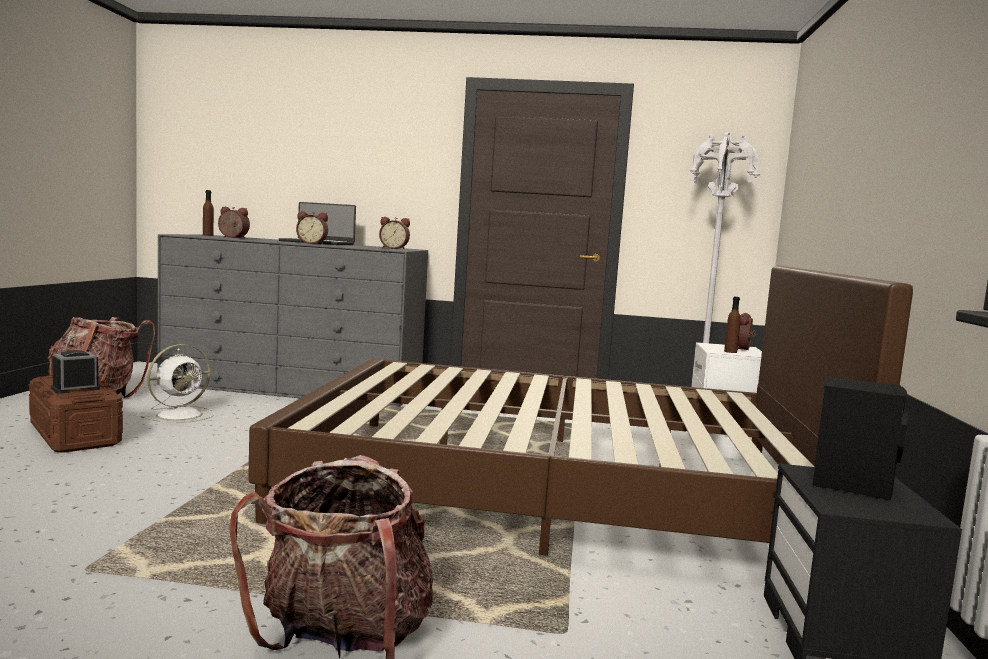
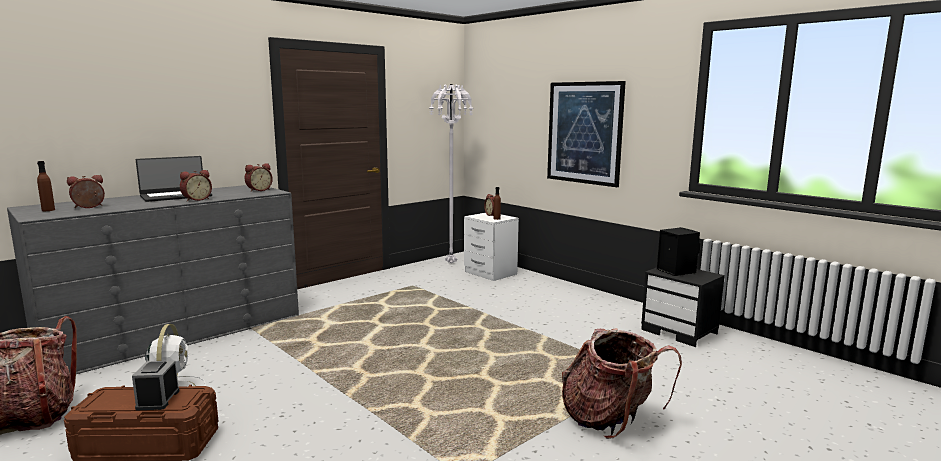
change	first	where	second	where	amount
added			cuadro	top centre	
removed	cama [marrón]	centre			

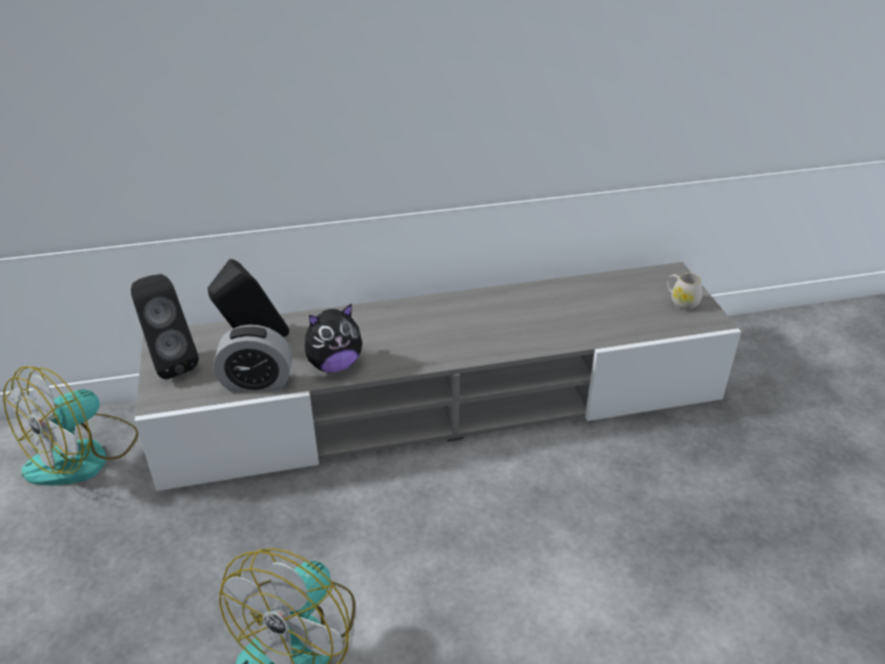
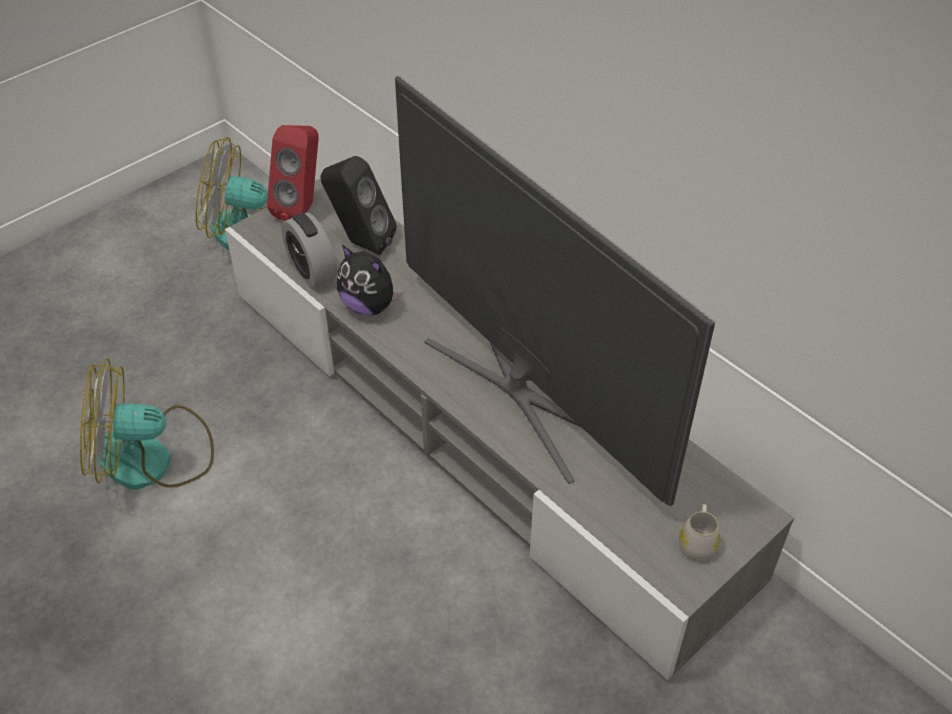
change	first	where	second	where	amount
recoloured	altavoz [negro] (1st from left)	middle left	altavoz [rojo]	top left	
added			televisor	centre	

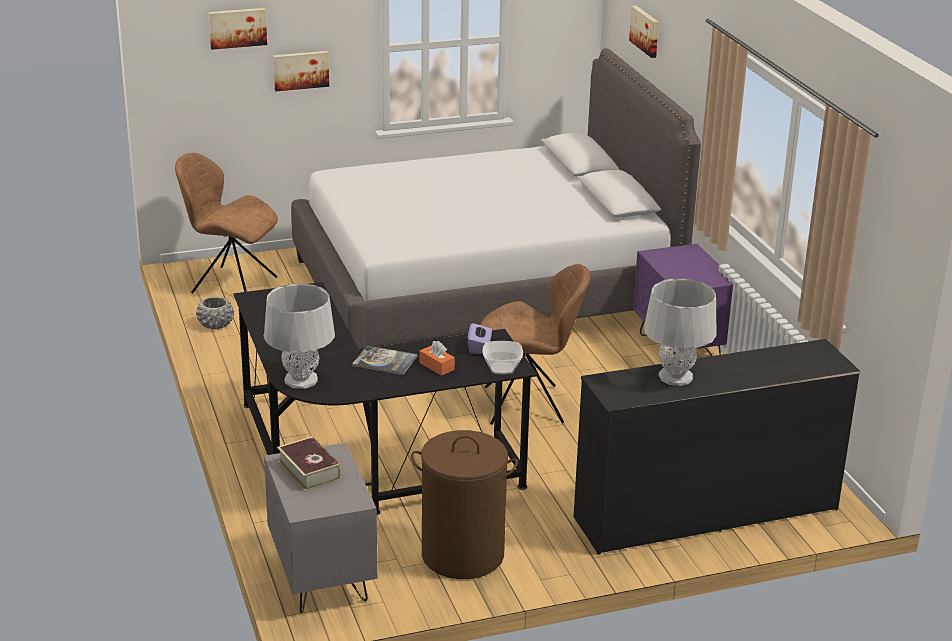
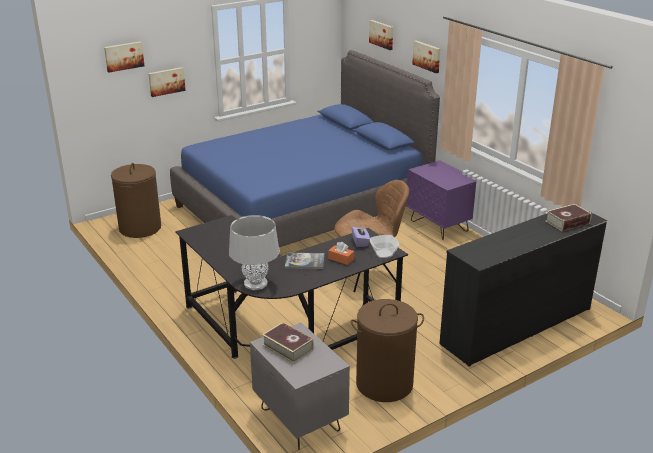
change	first	where	second	where	amount
replaced	silla [marrón] (1st from left)	middle left	cesto de la ropa [marrón] (1st from left)	middle left	
recoloured	cama [blanco]	top centre	cama [azul]	top centre	
added			cuadro (4th from left)	top centre	
added			libro (3rd from left)	middle right	
removed	maceta [gris]	middle left			
removed	lámpara de mesa [gris] (2nd from left)	middle right			

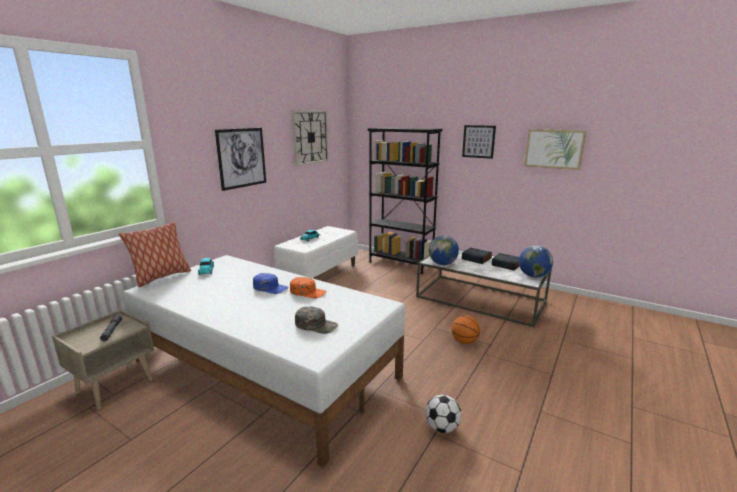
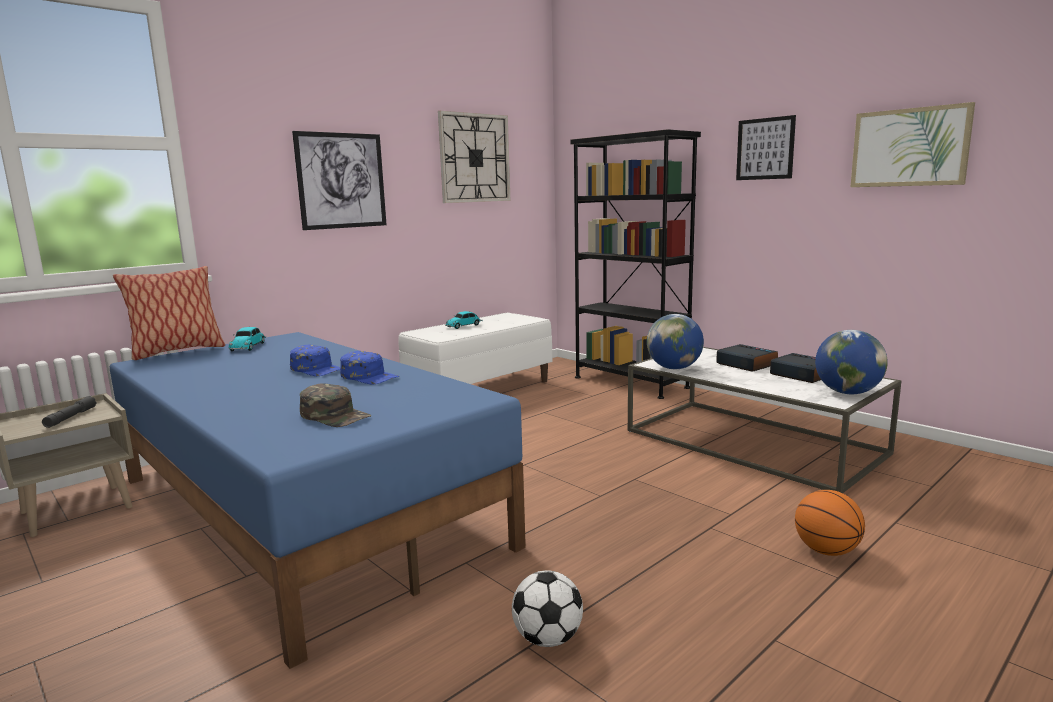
change	first	where	second	where	amount
recoloured	cama [blanco]	bottom centre	cama [azul]	bottom left	
recoloured	gorra [naranja]	centre	gorra [azul] (2nd from left)	centre	
moved	balón de baloncesto	bottom centre		bottom right	

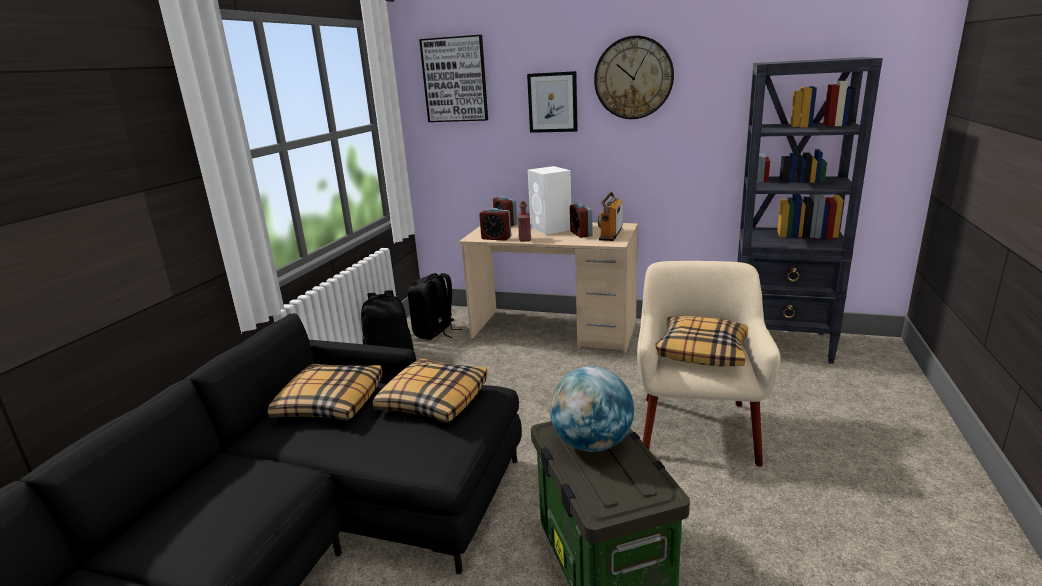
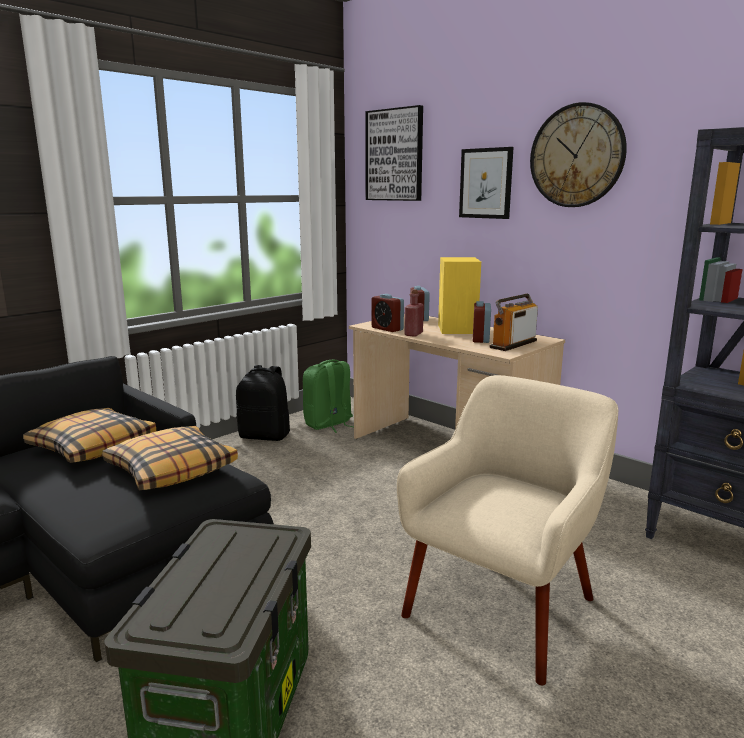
change	first	where	second	where	amount
recoloured	mochila [negro] (2nd from left)	centre	mochila [verde]	centre	
recoloured	altavoz [blanco]	centre	altavoz [amarillo]	centre	
removed	globo terráqueo	bottom centre			
removed	cojín (3rd from left)	middle right			

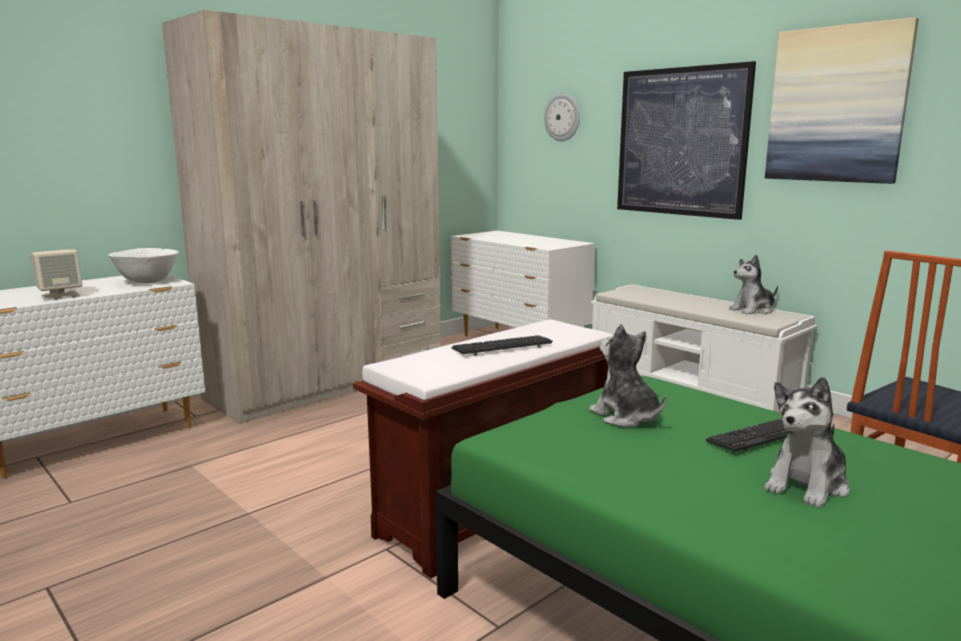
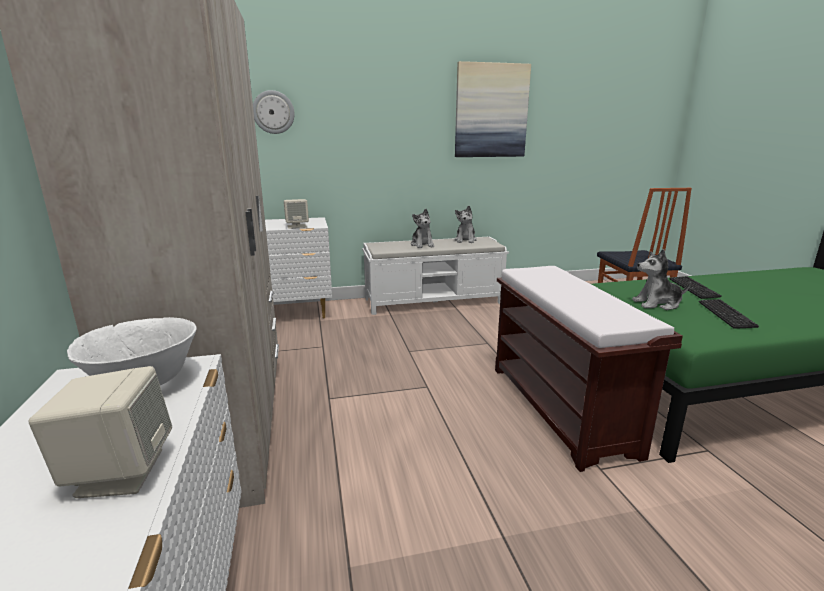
change	first	where	second	where	amount
added			altavoz [beis] (2nd from left)	centre	
moved	peluche (3rd from left in the first image)	bottom right	peluche (1st from left)	centre	
moved	teclado (1st from left in the first image)	centre	teclado (2nd from left)	middle right	
removed	cuadro (1st from left)	top right			

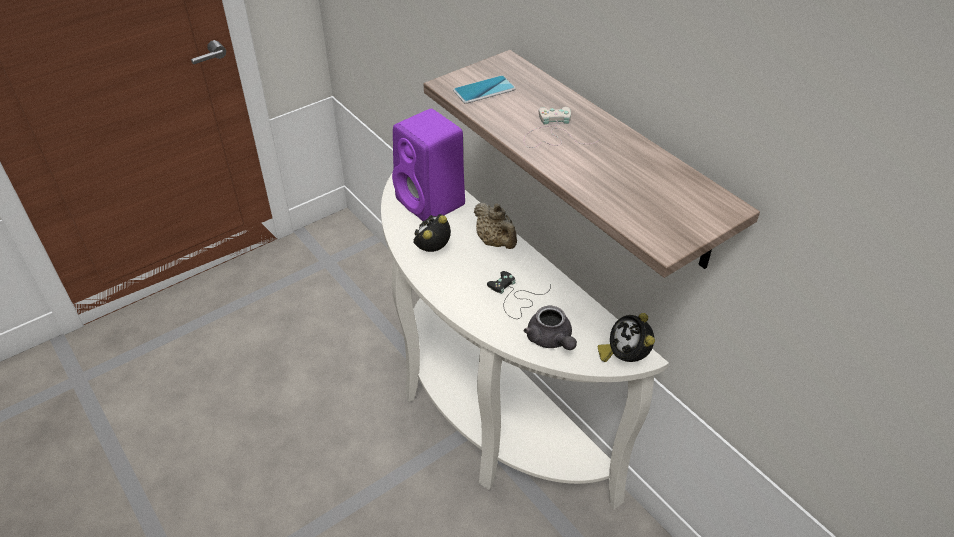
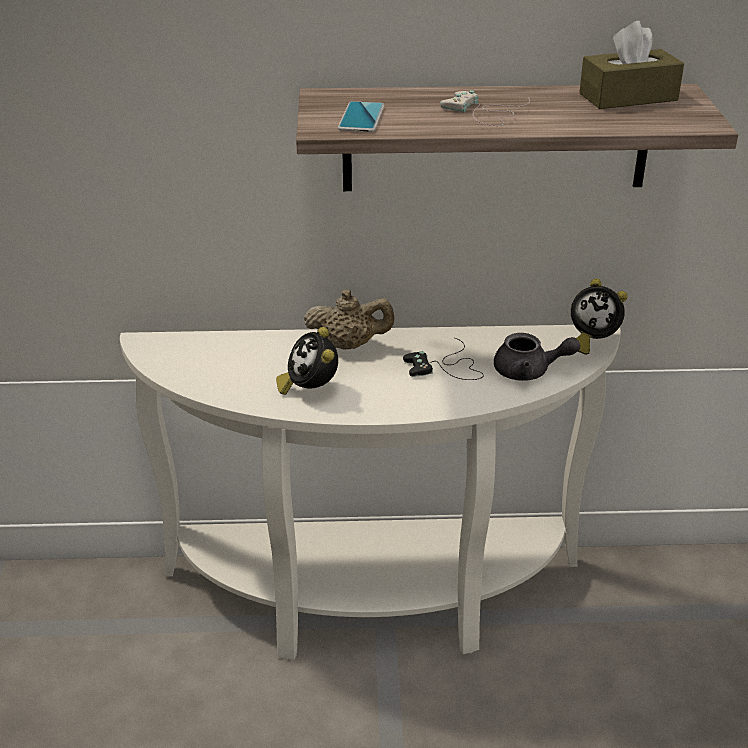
change	first	where	second	where	amount
added			caja de pañuelos [marrón]	top right	
removed	altavoz [morado]	top centre			

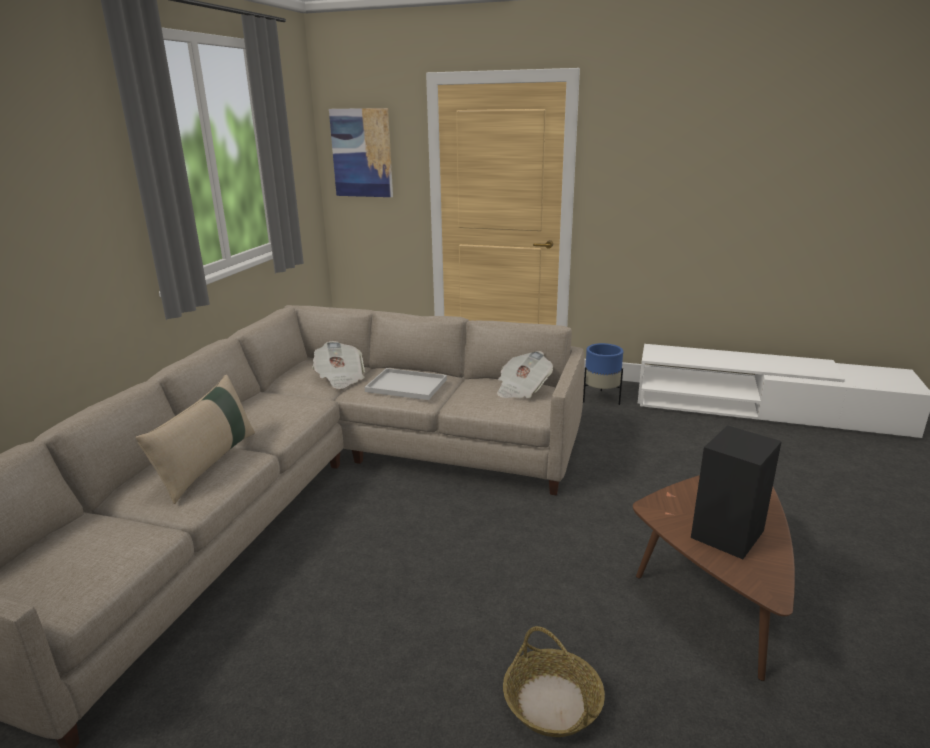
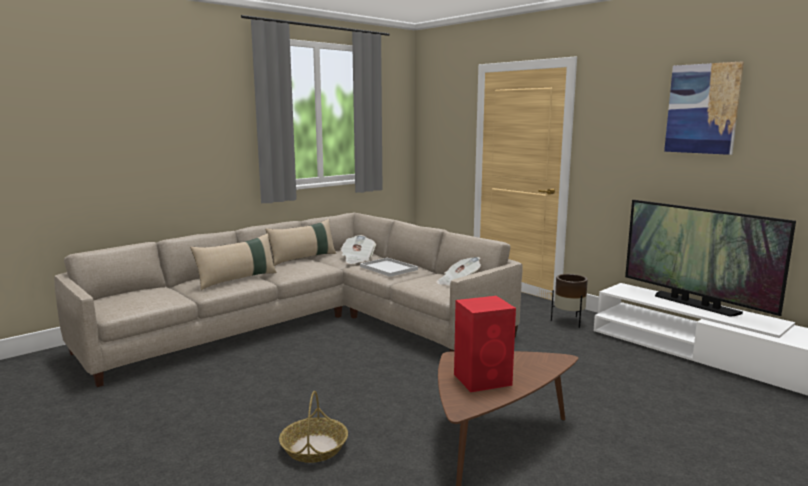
change	first	where	second	where	amount
added			cojín [beis] (2nd from left)	centre	
recoloured	altavoz [negro]	middle right	altavoz [rojo]	bottom centre	
recoloured	maceta [azul]	centre	maceta [marrón]	middle right	
added			televisor	middle right	
moved	cuadro	top centre		top right	

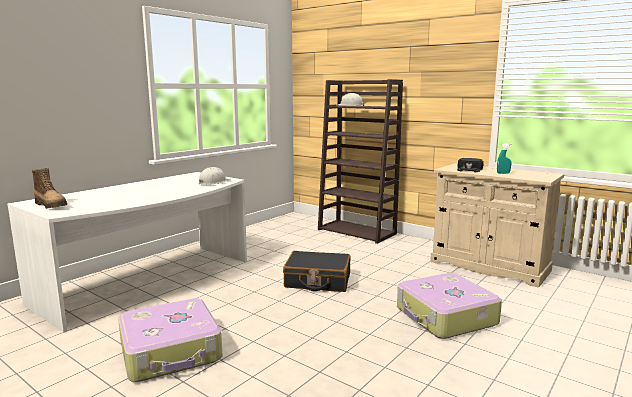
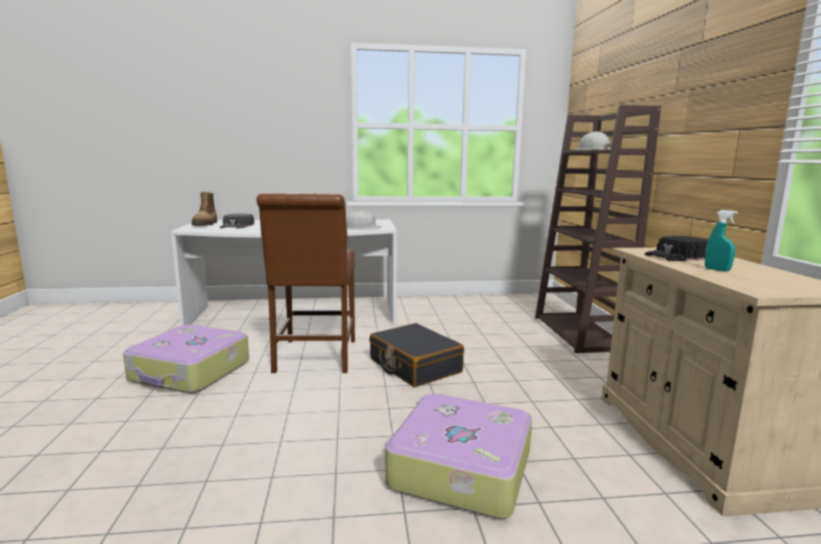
change	first	where	second	where	amount
added			gorra [negro] (1st from left)	middle left	
added			silla [marrón]	centre	

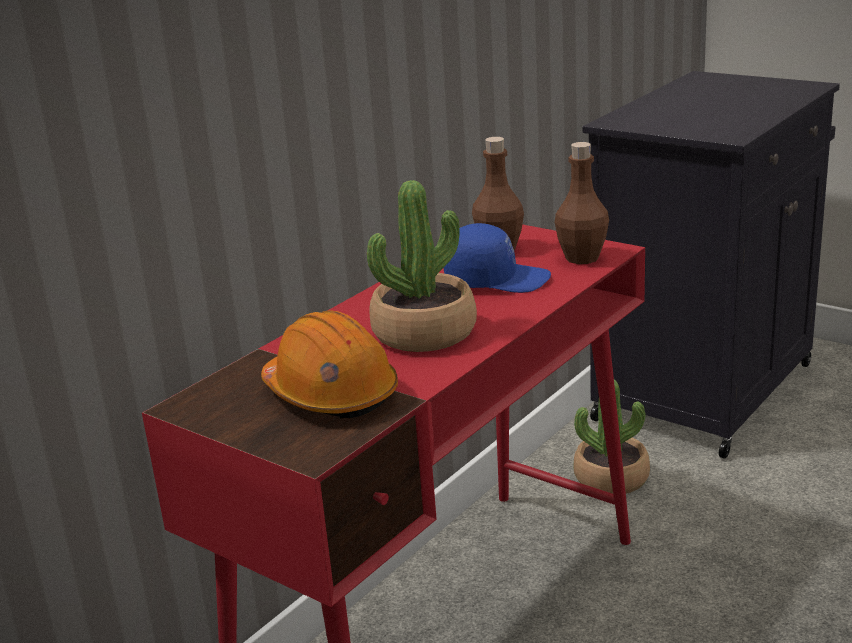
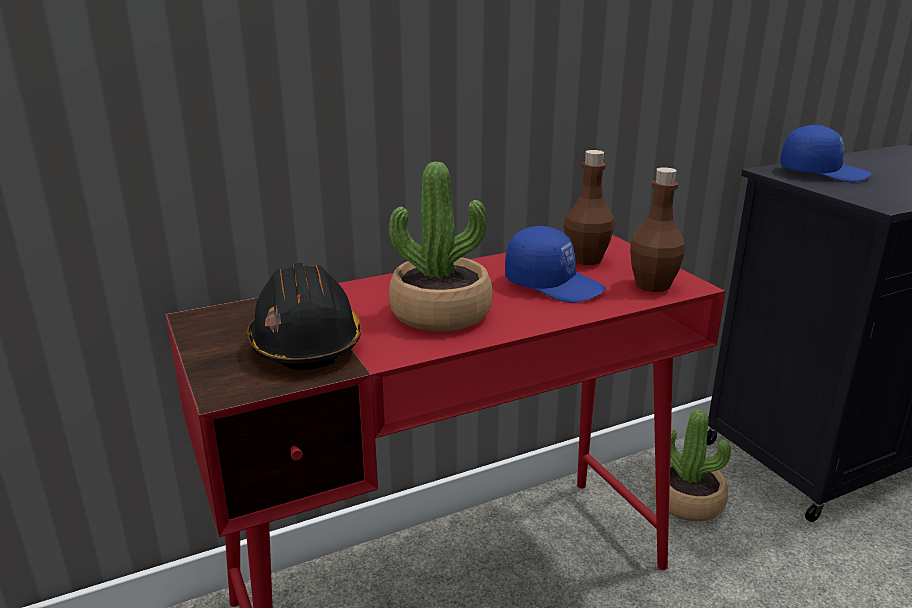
change	first	where	second	where	amount
recoloured	casco [naranja]	centre	casco [negro]	centre	
added			gorra [azul] (2nd from left)	top right	

